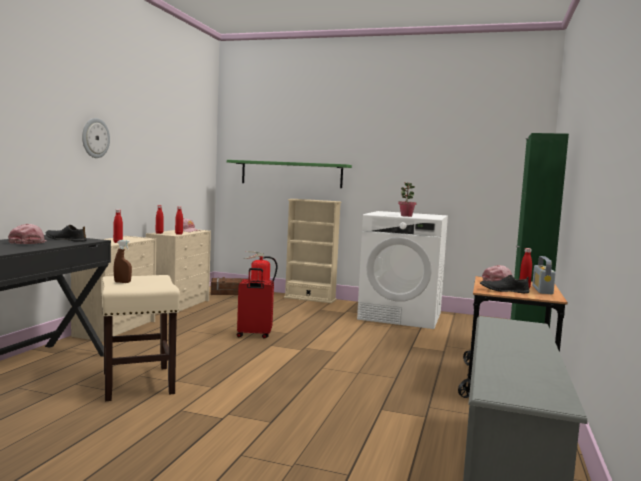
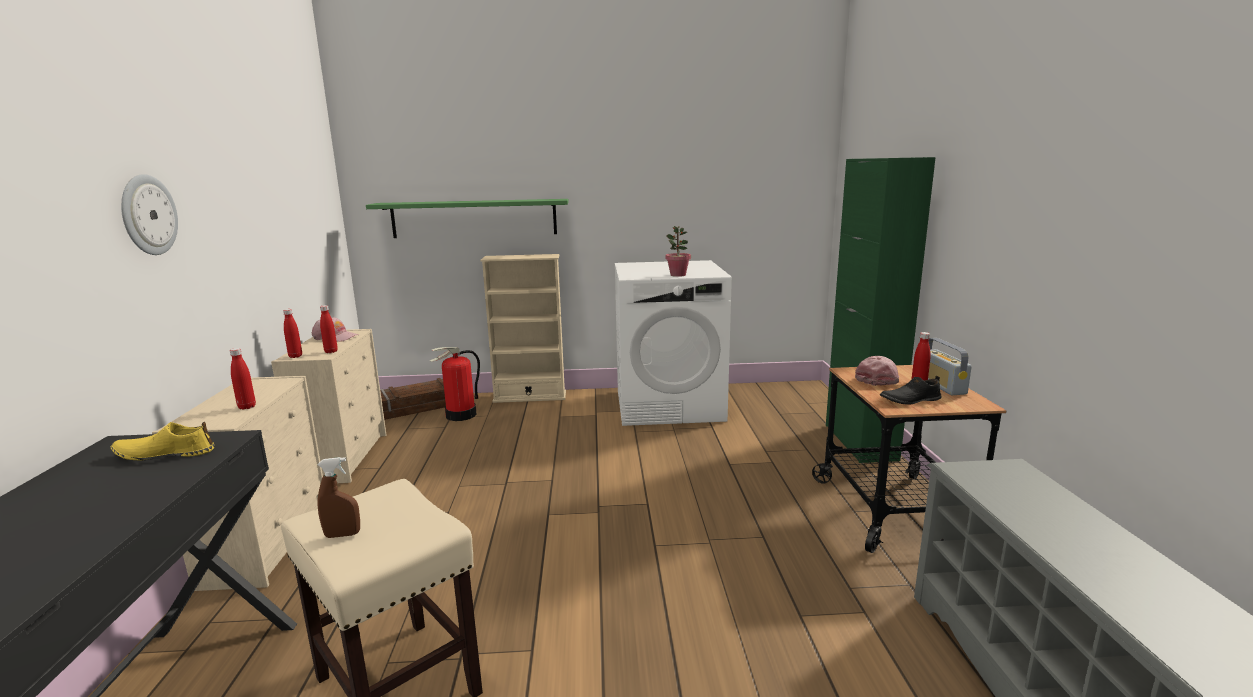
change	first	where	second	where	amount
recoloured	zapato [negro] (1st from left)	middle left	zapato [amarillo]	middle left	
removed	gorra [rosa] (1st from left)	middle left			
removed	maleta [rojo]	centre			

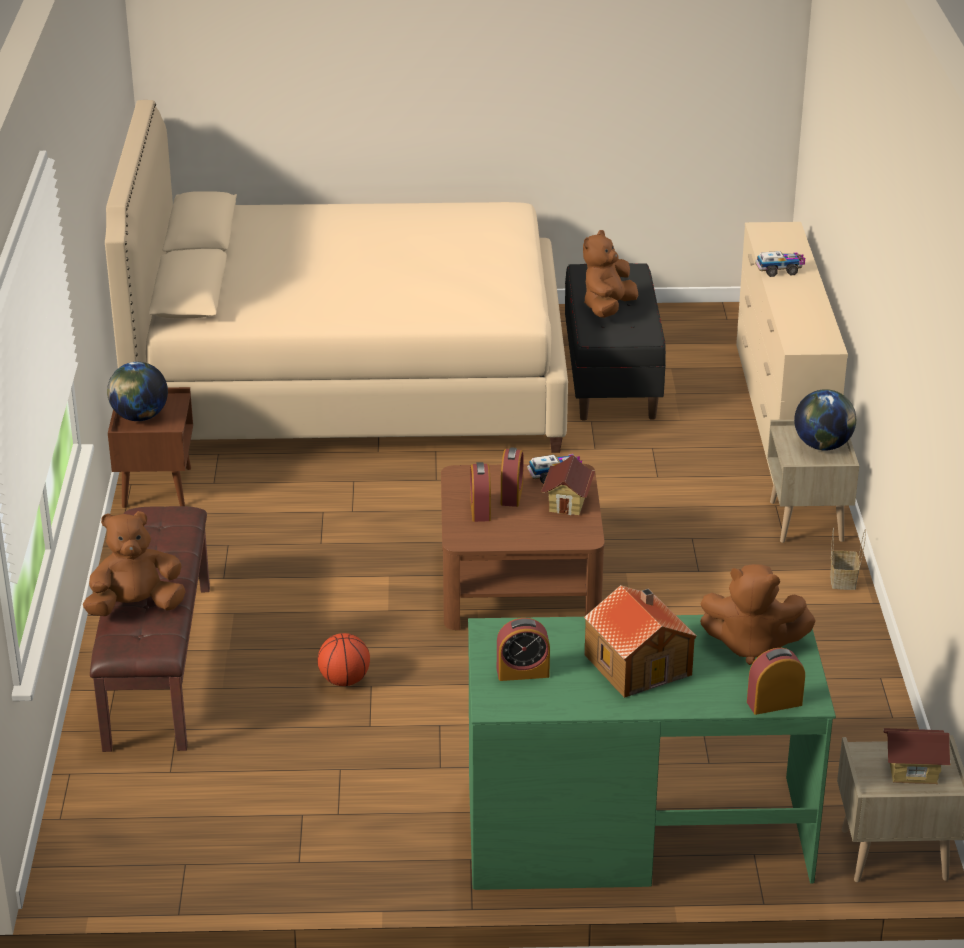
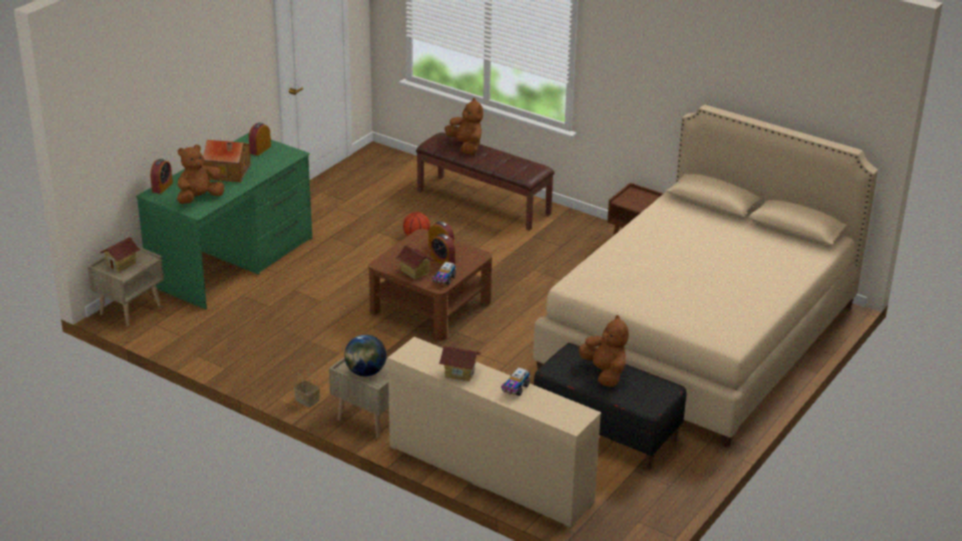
change	first	where	second	where	amount
added			casita (4th from left)	bottom centre	
turned	peluche [marrón] (1st from left in the first image)	middle left	peluche [marrón] (2nd from left)	top centre	45 degrees counterclockwise
removed	globo terráqueo (1st from left)	middle left			

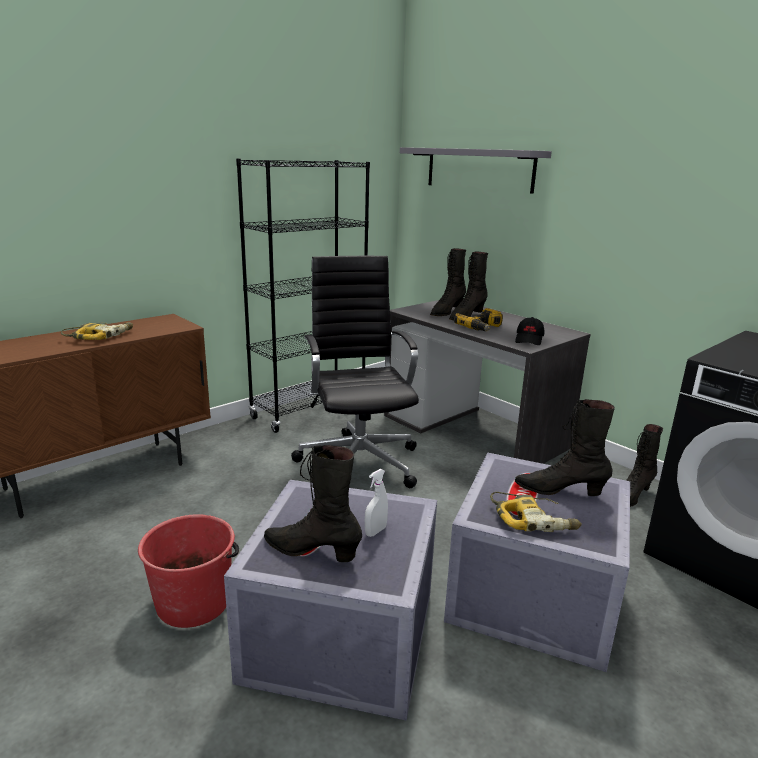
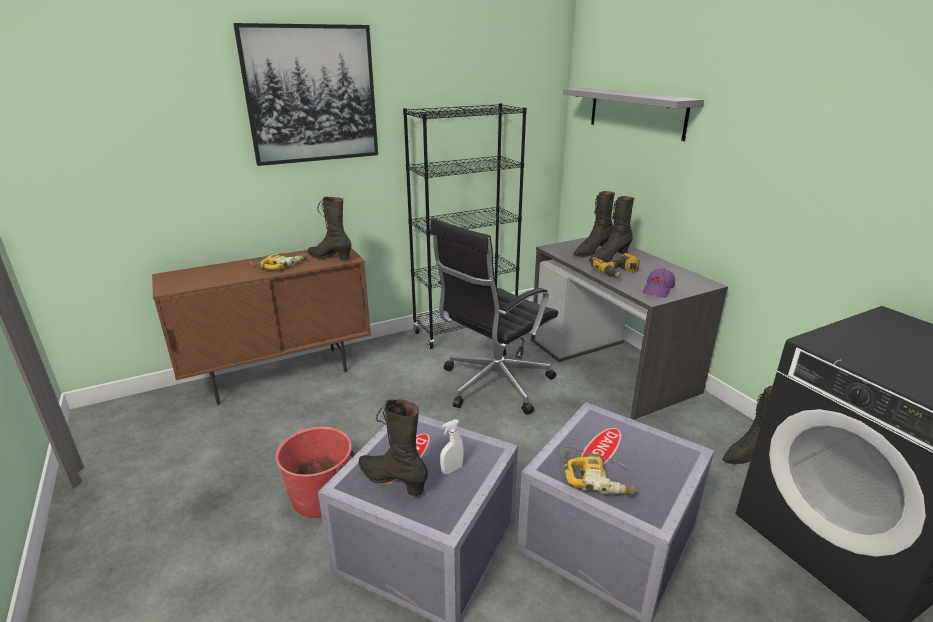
change	first	where	second	where	amount
added			cuadro	top left	
moved	bota [negro] (4th from left in the first image)	middle right	bota [negro] (1st from left)	centre	
turned	silla de oficina [negro]	centre		centre	135 degrees counterclockwise
recoloured	gorra [negro]	middle right	gorra [morado]	middle right	

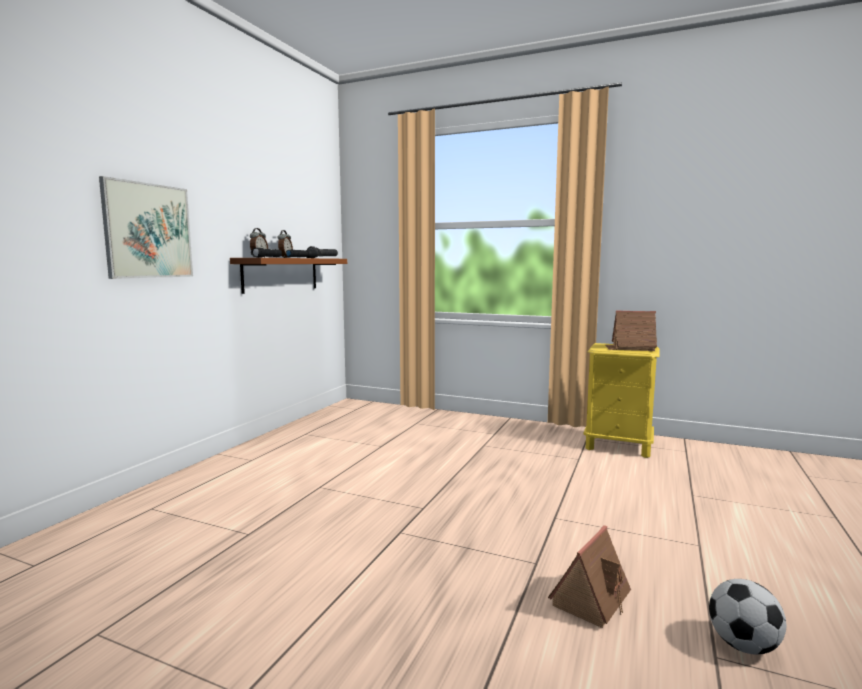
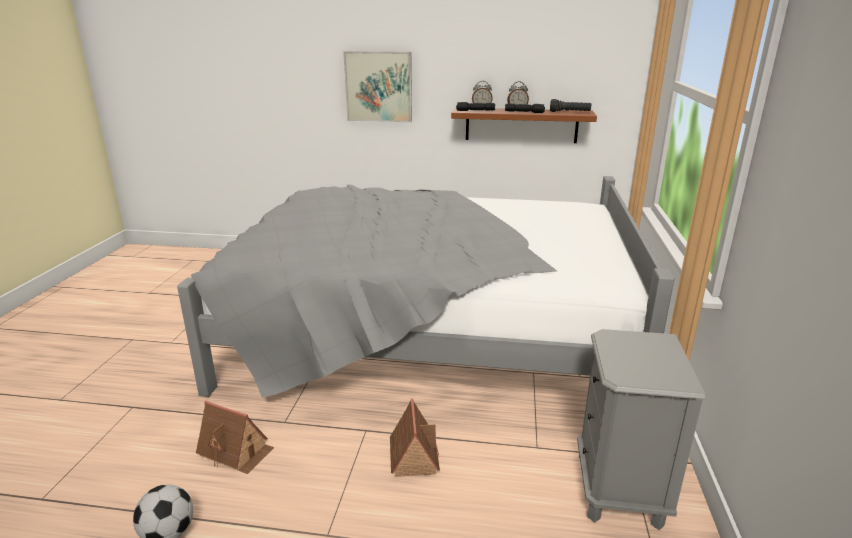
change	first	where	second	where	amount
added			cama [gris]	centre	
moved	casita (2nd from left)	middle right		bottom centre	
recoloured	mesita de noche [amarillo]	middle right	mesita de noche [gris]	bottom right	

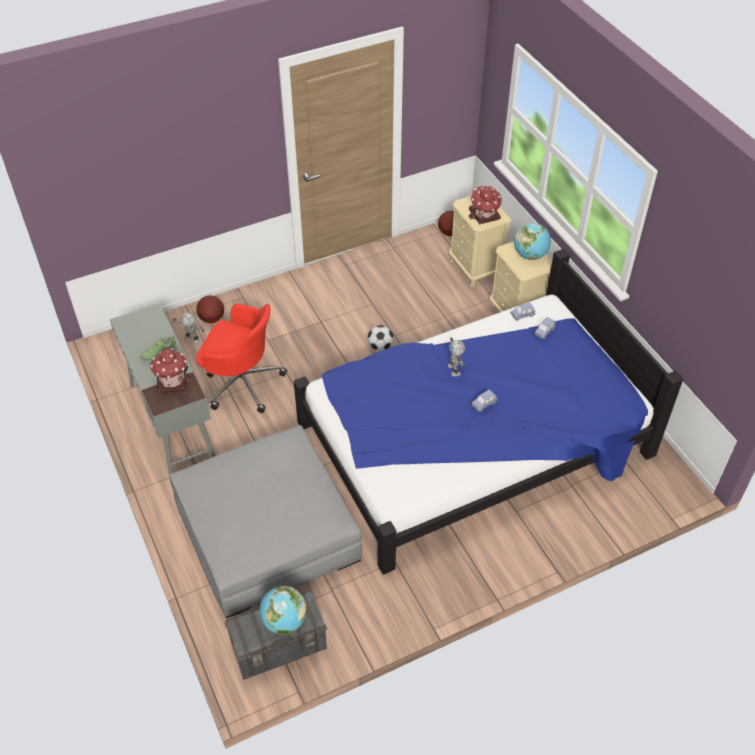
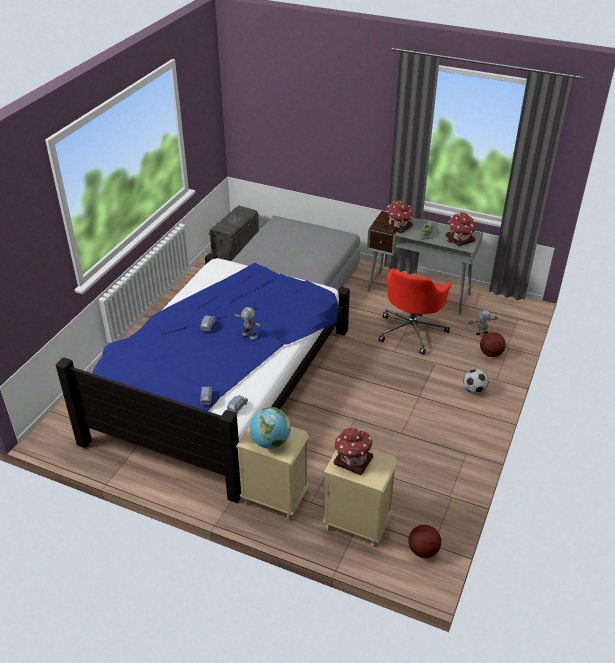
change	first	where	second	where	amount
turned	silla de oficina [rojo]	middle left		middle right	45 degrees counterclockwise
added			casita (3rd from left)	middle right	
moved	balón de fútbol	centre		middle right	
removed	globo terráqueo (1st from left)	bottom centre			

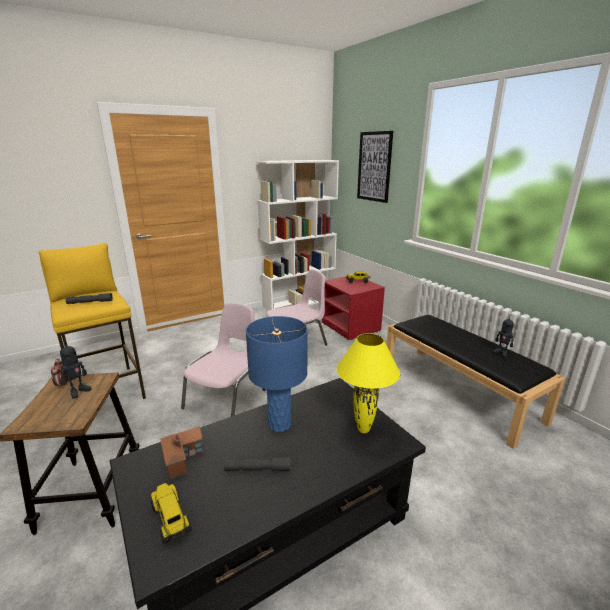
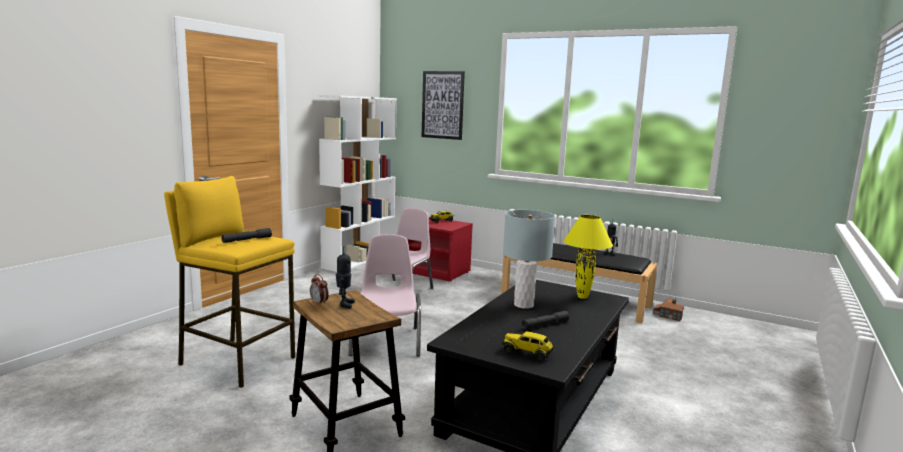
change	first	where	second	where	amount
recoloured	lámpara de mesa [azul]	centre	lámpara de mesa [gris]	centre	
moved	casita	bottom left		bottom right	

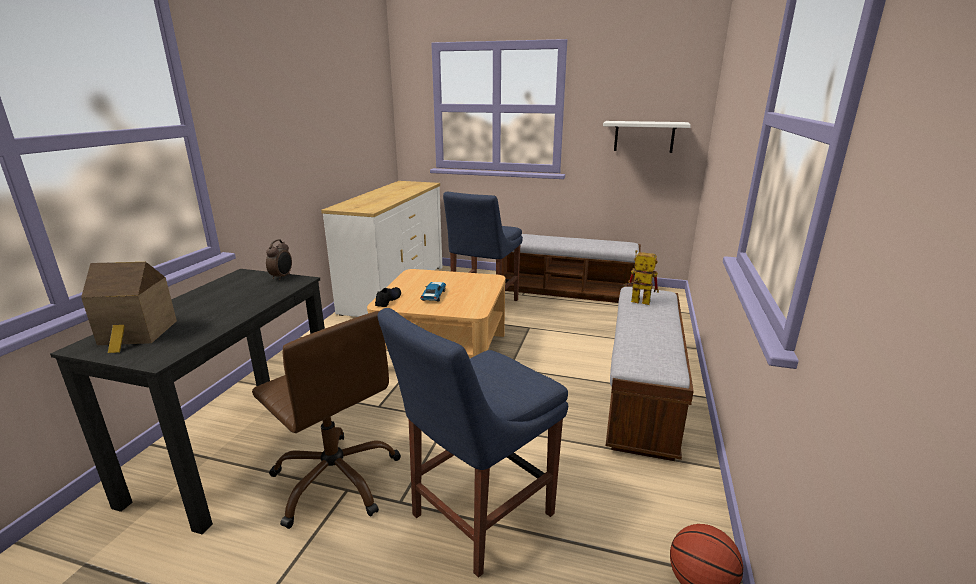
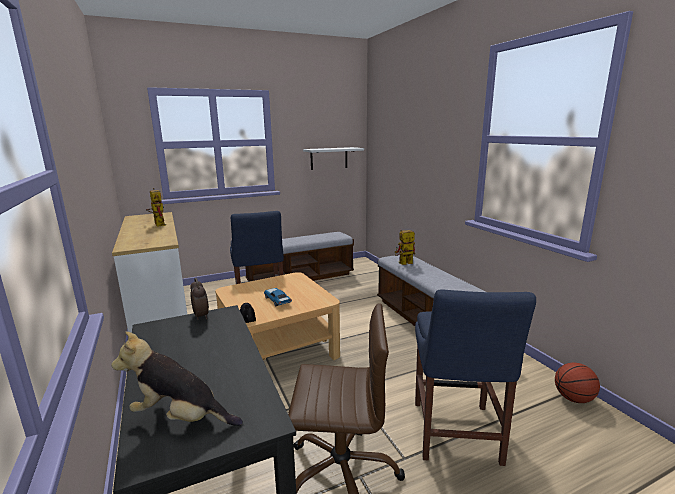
change	first	where	second	where	amount
replaced	casita	middle left	peluche	bottom left	
added			robot de juguete (1st from left)	middle left	

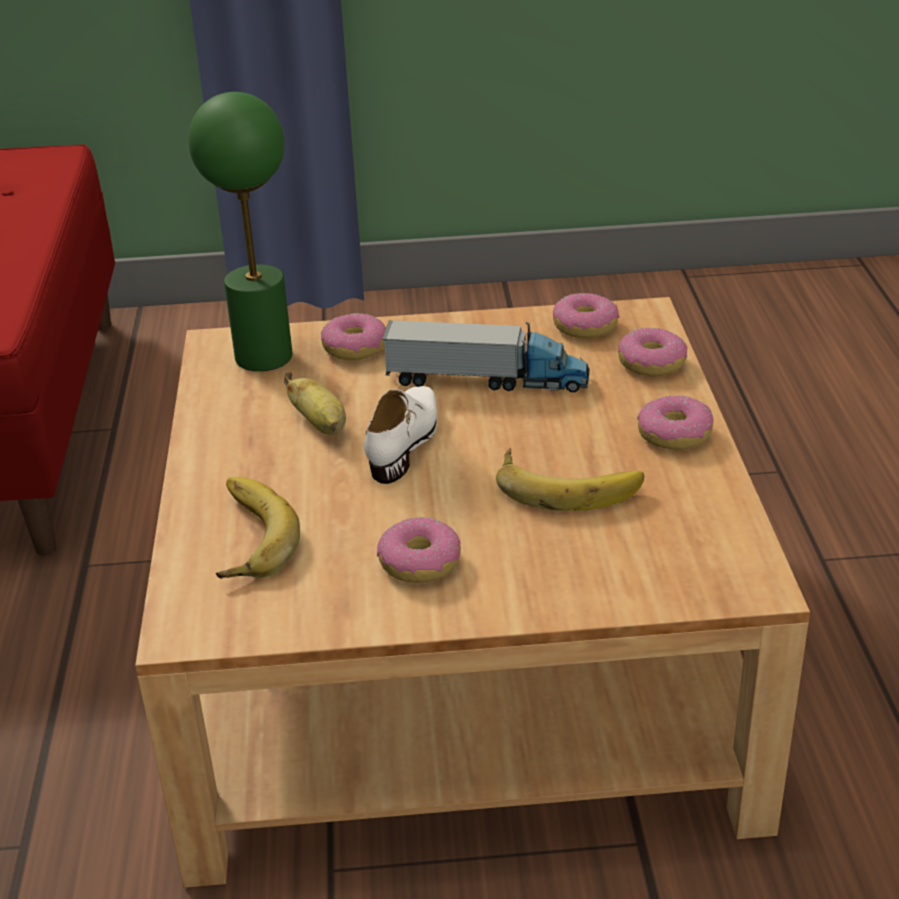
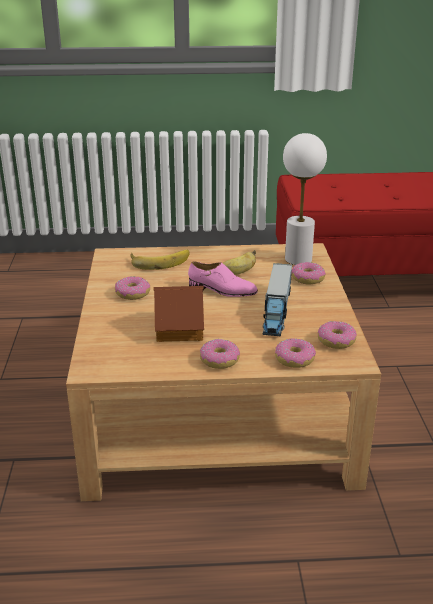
change	first	where	second	where	amount
replaced	plátano (3rd from left)	centre	casita	centre	
recoloured	zapato [blanco]	centre	zapato [rosa]	centre	
recoloured	lámpara de mesa [verde]	top left	lámpara de mesa [blanco]	top right	

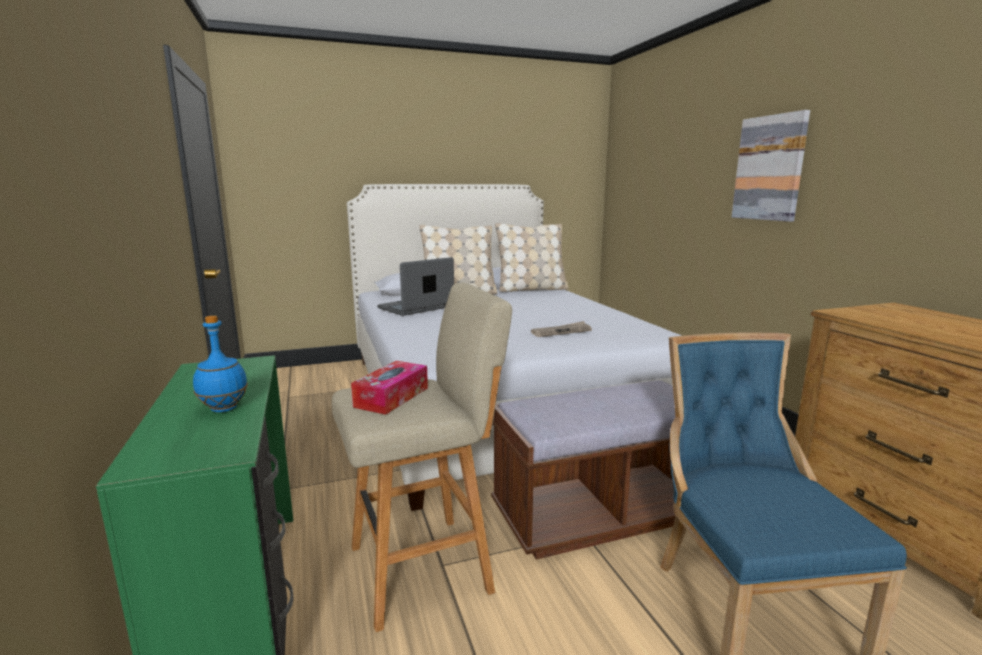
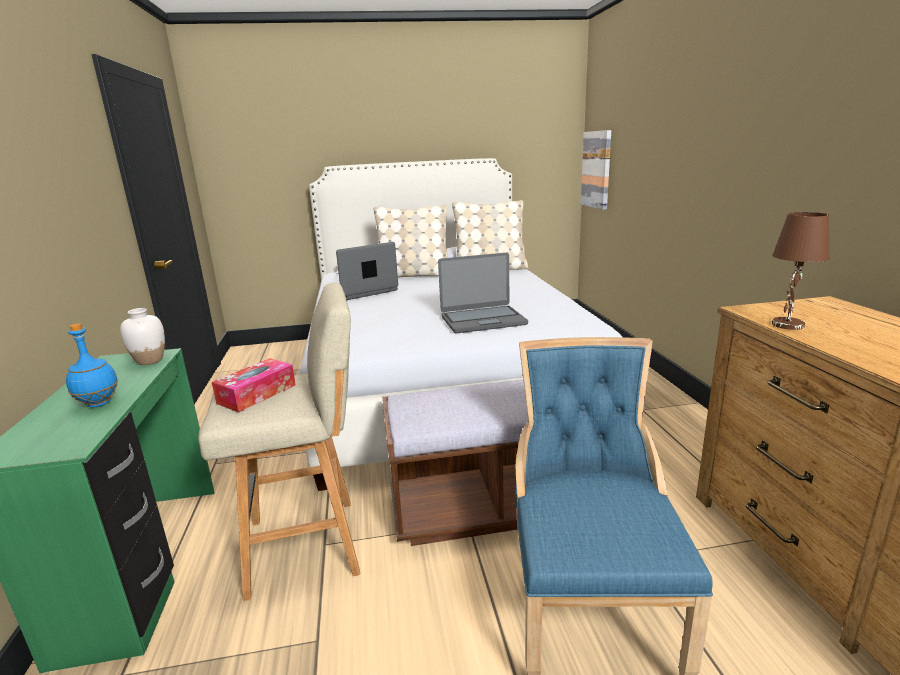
change	first	where	second	where	amount
added			florero [blanco]	middle left	
replaced	periódico	centre	portátil (2nd from left)	centre	
moved	cuadro	top right		top centre	
added			lámpara de mesa [marrón]	middle right	

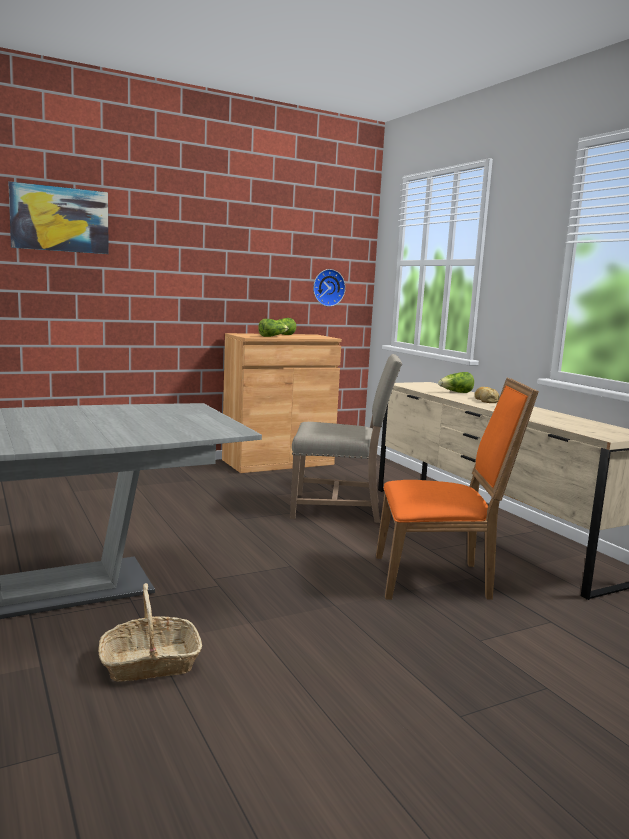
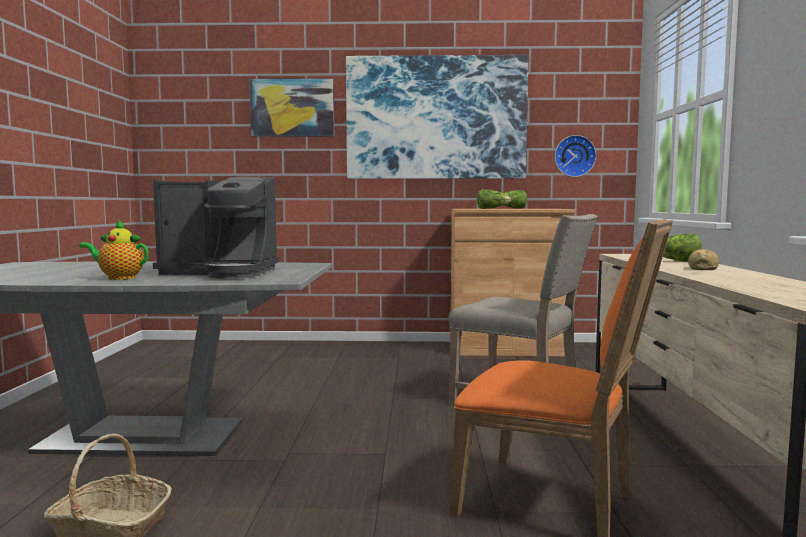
change	first	where	second	where	amount
added			tetera	middle left	
added			cafetera	middle left	
added			cuadro (2nd from left)	top centre	

